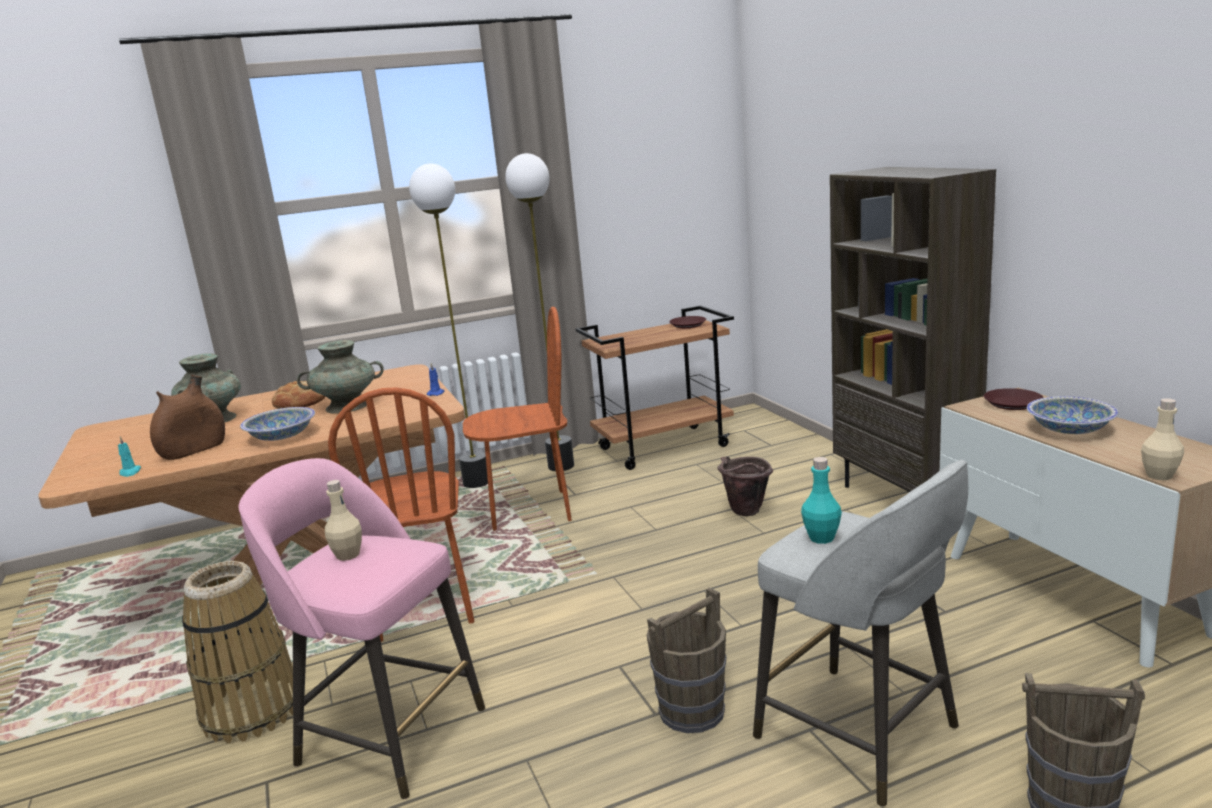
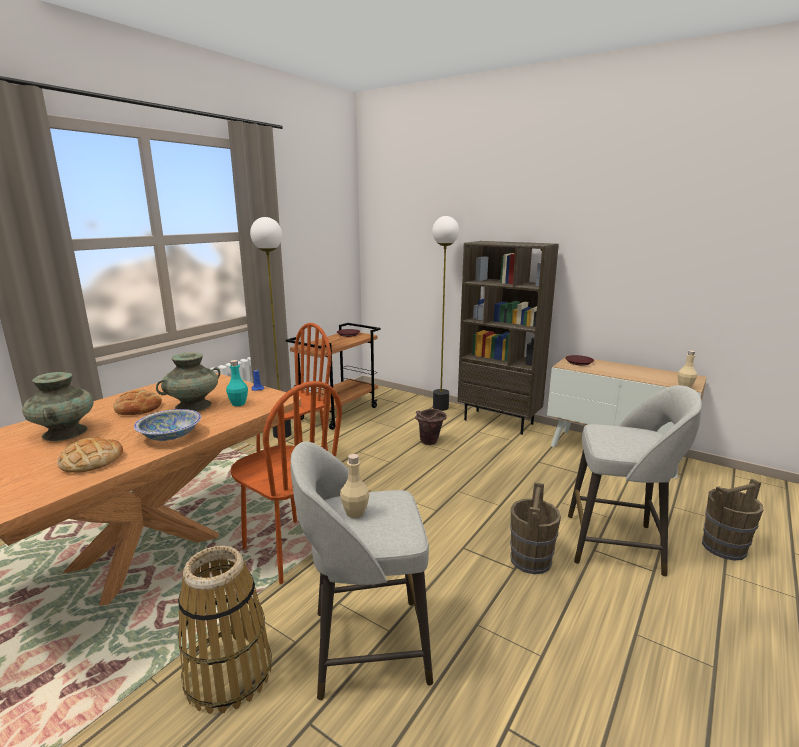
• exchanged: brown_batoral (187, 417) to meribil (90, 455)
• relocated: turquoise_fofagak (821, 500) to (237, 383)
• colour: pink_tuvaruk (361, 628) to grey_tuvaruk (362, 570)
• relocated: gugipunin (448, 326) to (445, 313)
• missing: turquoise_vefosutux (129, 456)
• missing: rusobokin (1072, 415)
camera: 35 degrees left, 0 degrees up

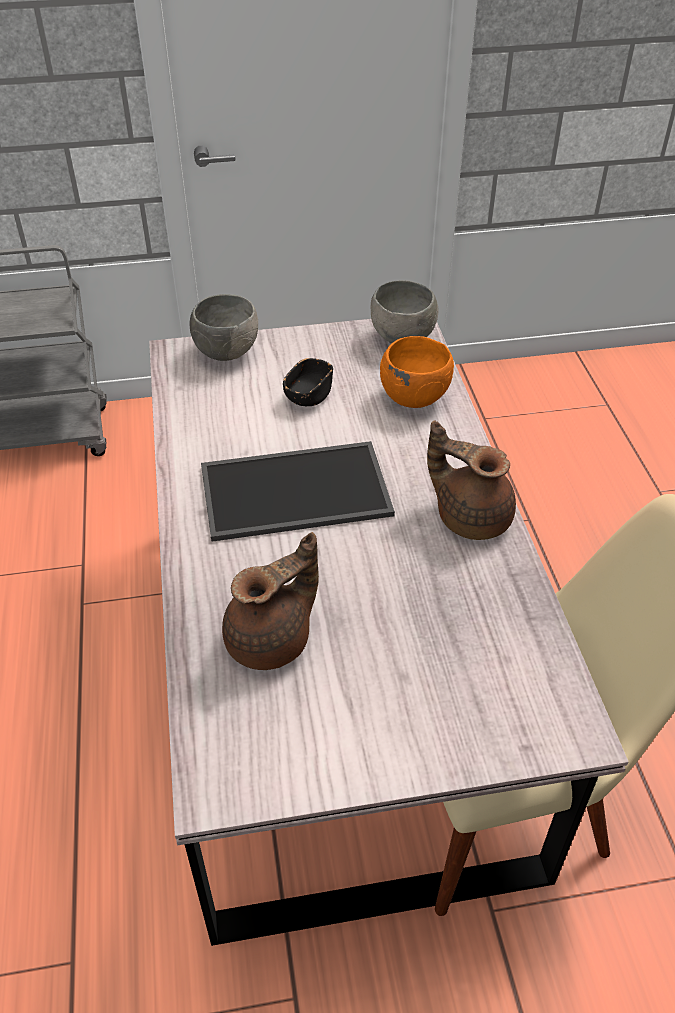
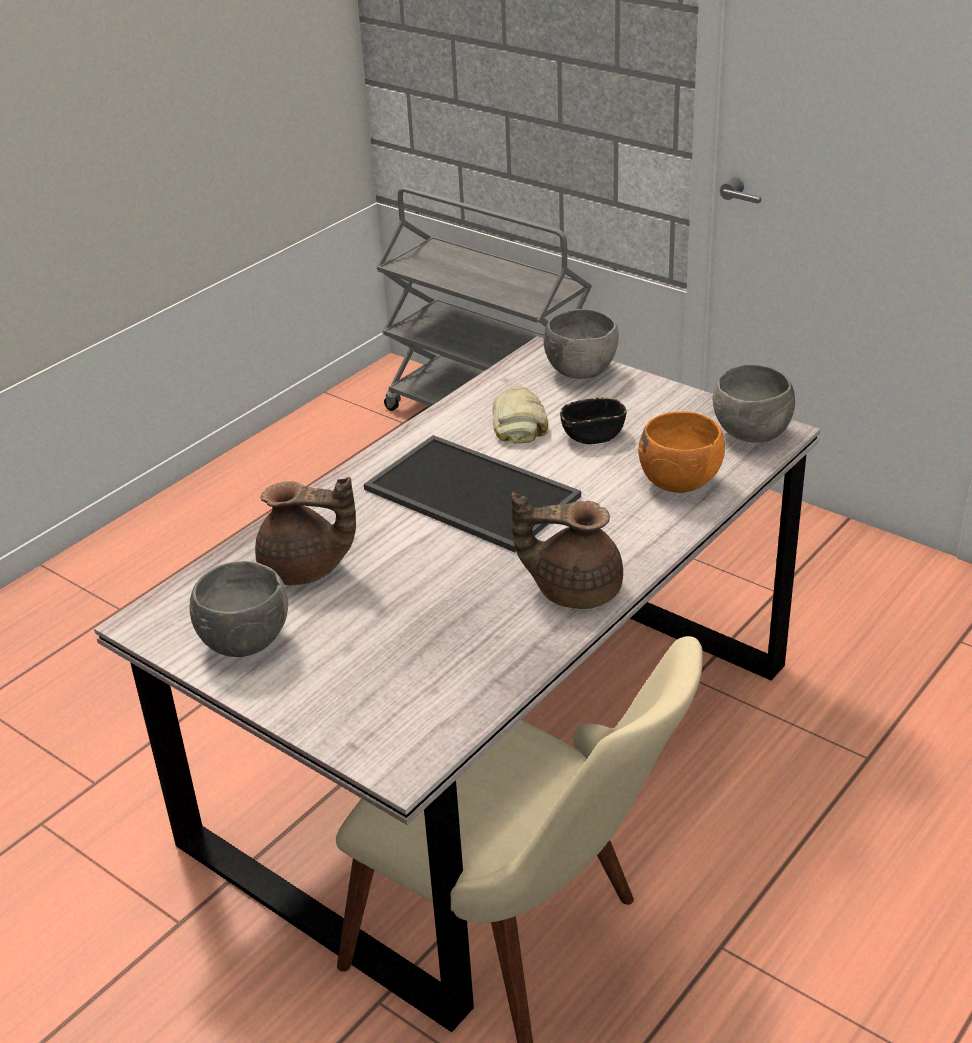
• appeared: grey_rusobokin (239, 609)
• appeared: meribil (520, 415)
• spun: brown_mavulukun (471, 480) = (567, 550) 75 degrees counterclockwise
camera: 50 degrees right, 10 degrees down

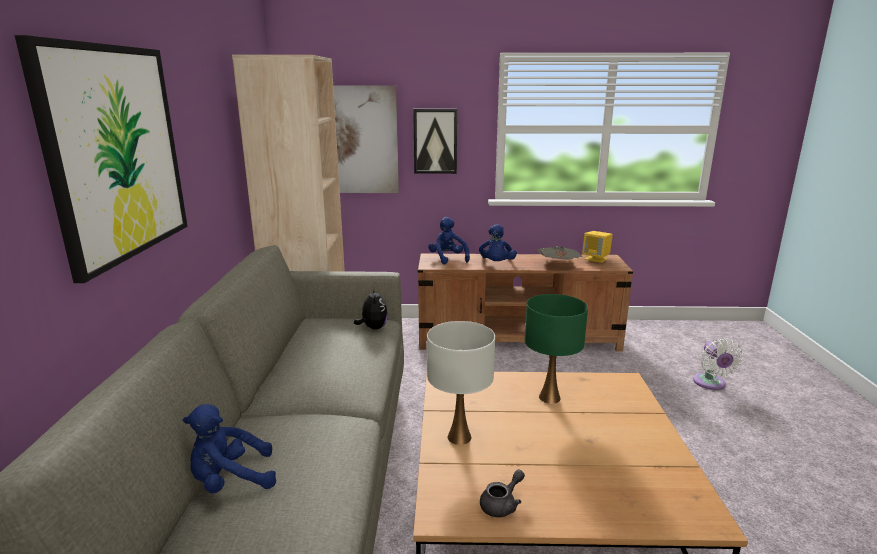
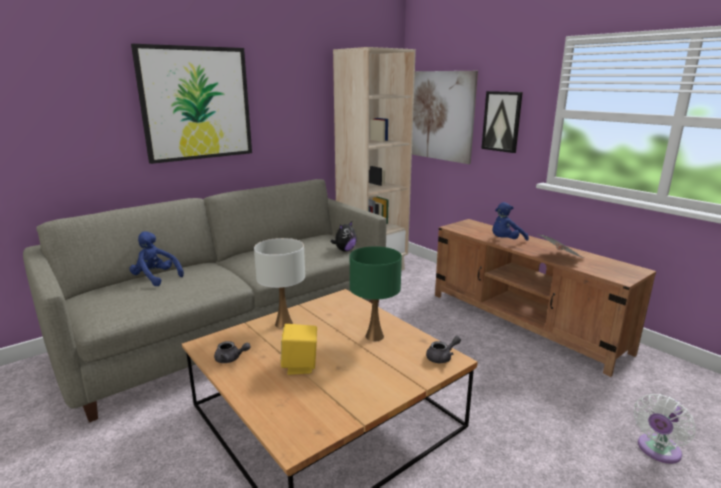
• relocated: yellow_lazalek (597, 247) to (298, 349)
• appeared: grey_mavulukun (443, 349)
• missing: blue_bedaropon (449, 240)
camera: 50 degrees right, 0 degrees up

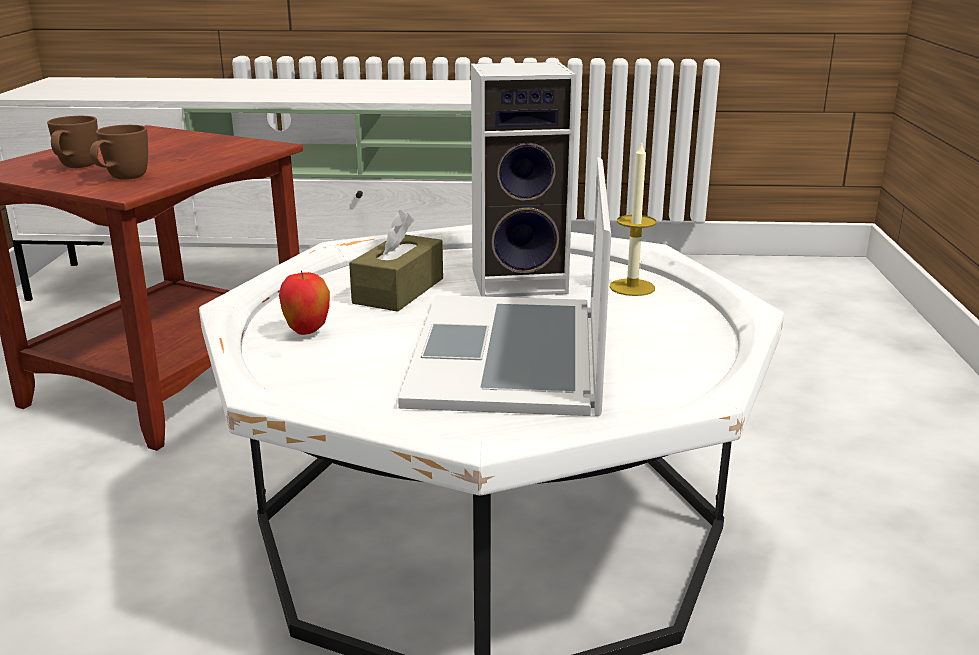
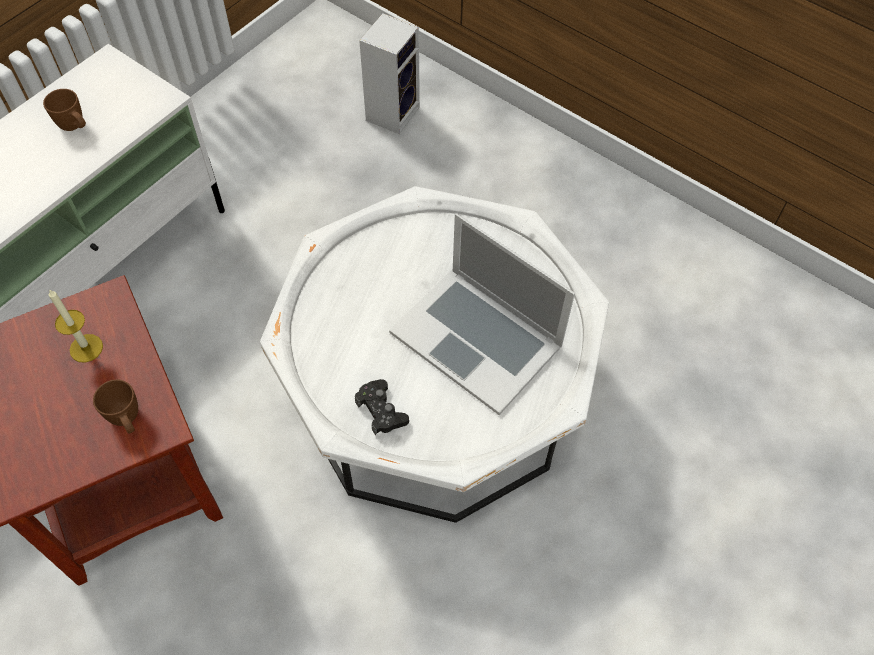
• relocated: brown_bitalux (72, 142) to (64, 110)
• relocated: vefosutux (633, 218) to (76, 326)
• exchanged: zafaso (304, 303) to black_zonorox (382, 407)
• relocated: lazalek (523, 179) to (389, 73)
• missing: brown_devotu (396, 261)
camera: 55 degrees left, 35 degrees up

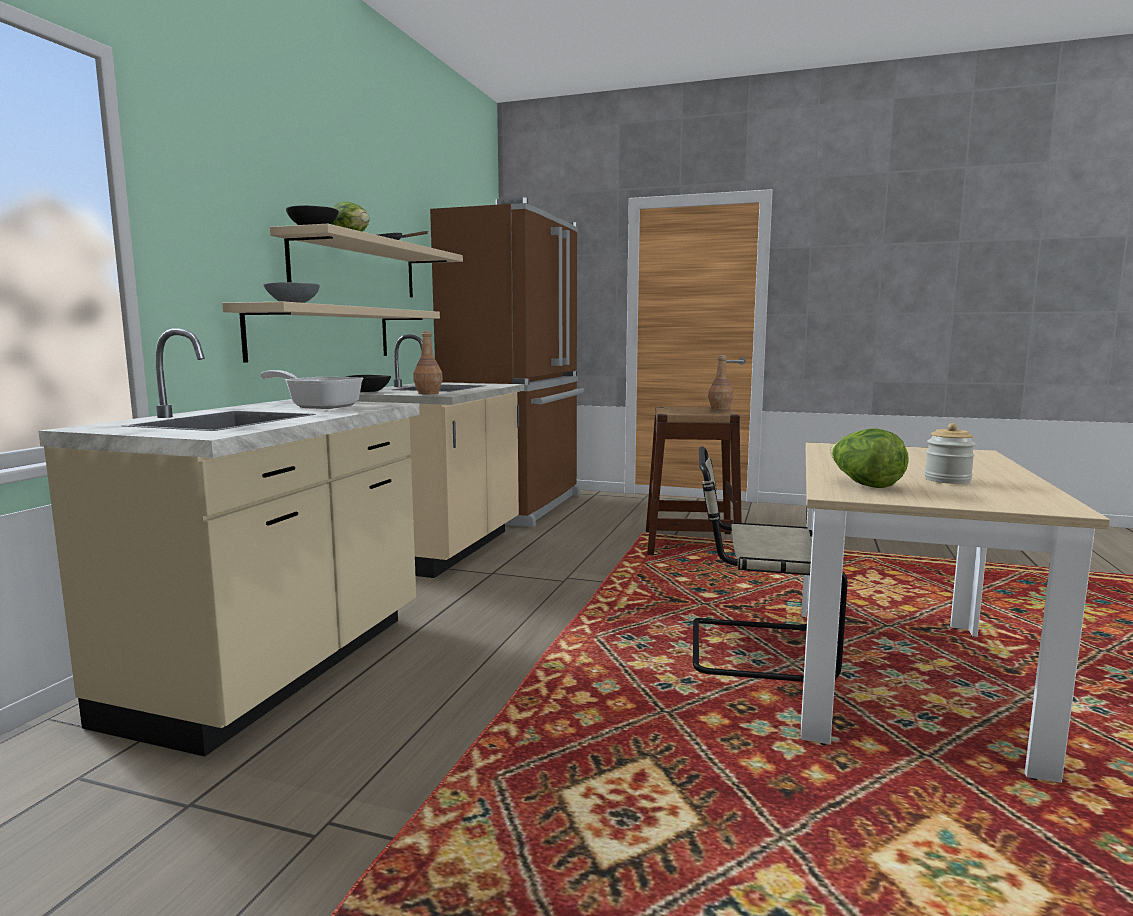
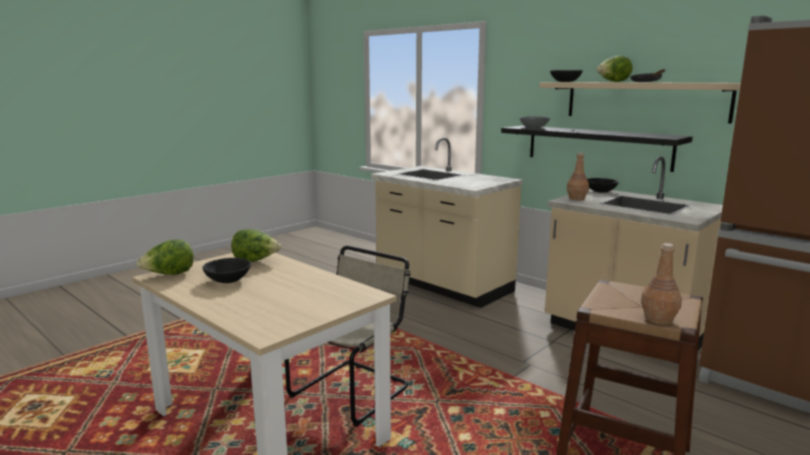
• appeared: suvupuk (165, 257)
• exchanged: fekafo (949, 453) to black_rusobokin (227, 270)
• colour: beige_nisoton (331, 332) to black_nisoton (597, 149)
• missing: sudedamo (311, 389)
camera: 115 degrees right, 5 degrees up

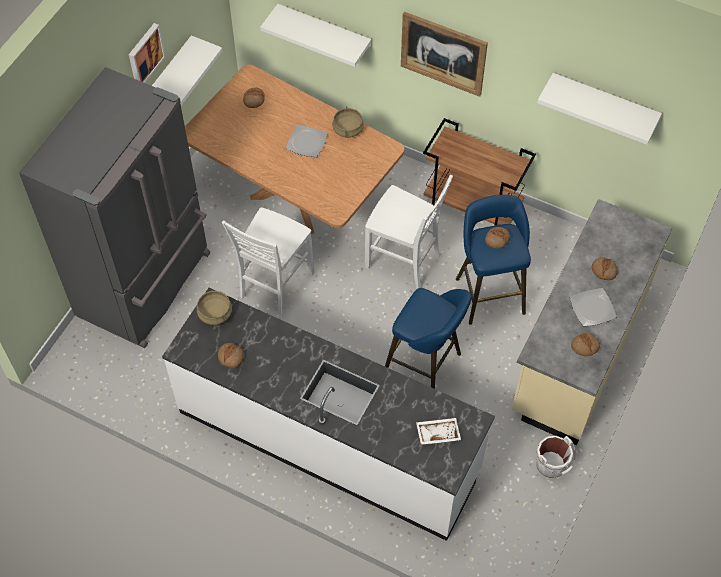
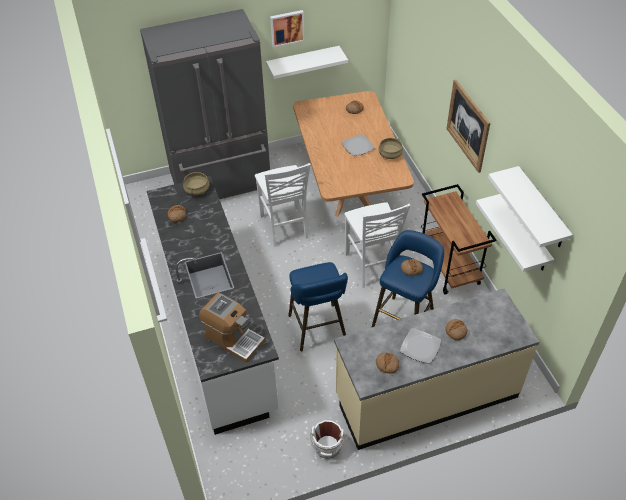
• exchanged: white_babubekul (438, 431) to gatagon (232, 328)
• spun: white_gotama (268, 261) = (283, 205) 90 degrees counterclockwise
• relocated: white_nisoton (315, 35) to (515, 233)
camera: 45 degrees right, 10 degrees down

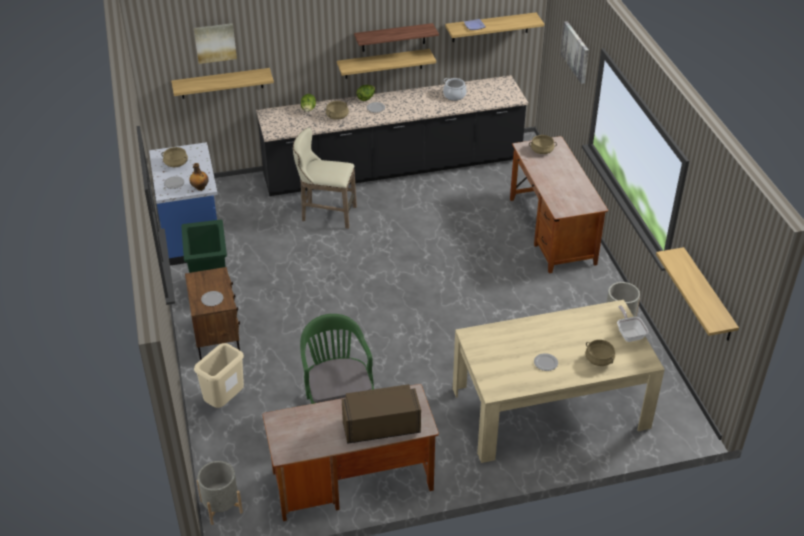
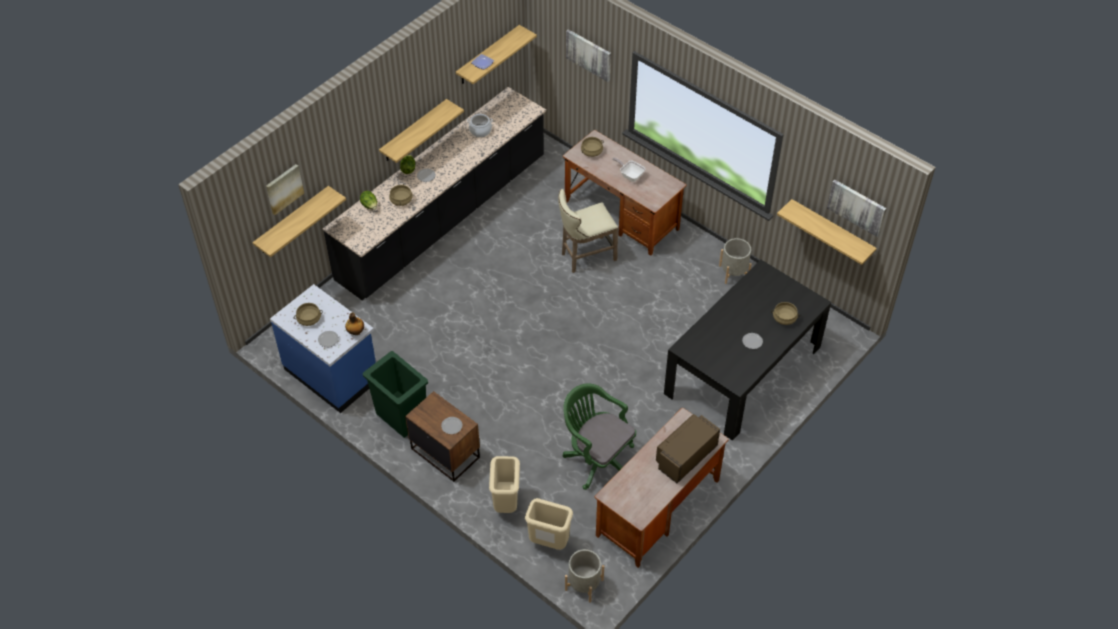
• appeared: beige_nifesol (549, 524)
• relocated: beige_tuvaruk (325, 178) to (588, 231)
• relocated: sudedamo (633, 323) to (628, 170)
• colour: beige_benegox (559, 381) to black_benegox (747, 350)
• appeared: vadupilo (857, 208)
• missing: nisoton (396, 37)
camera: 35 degrees left, 10 degrees up

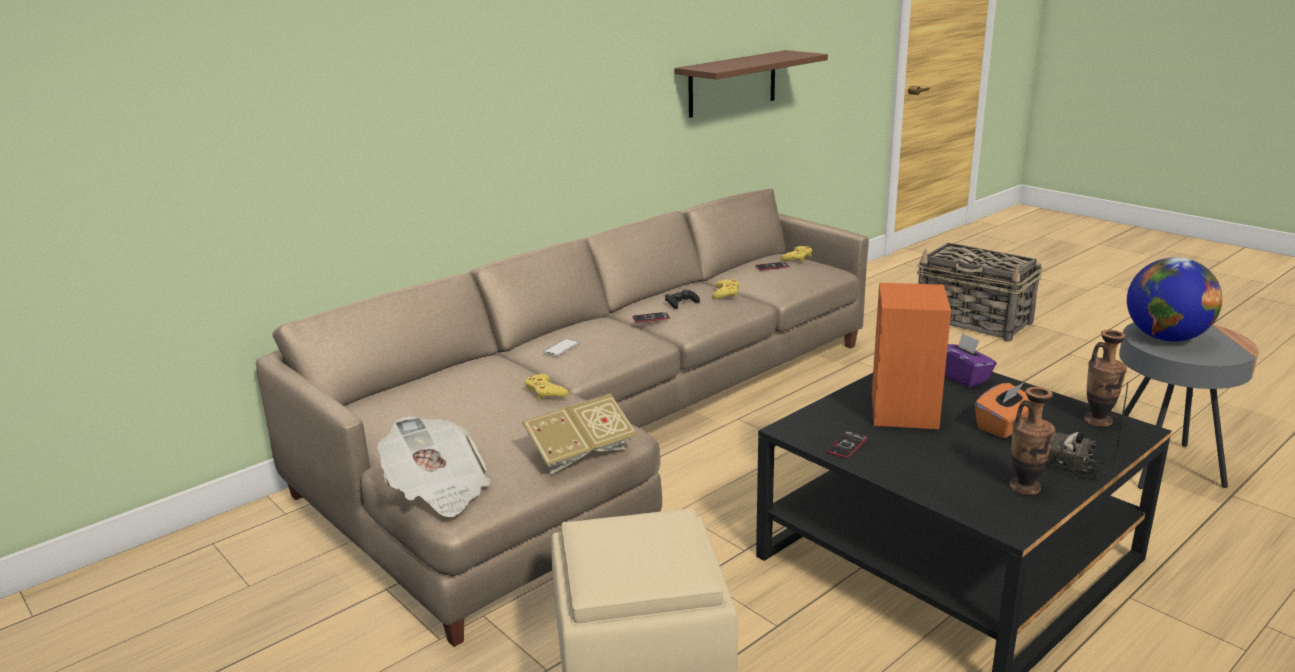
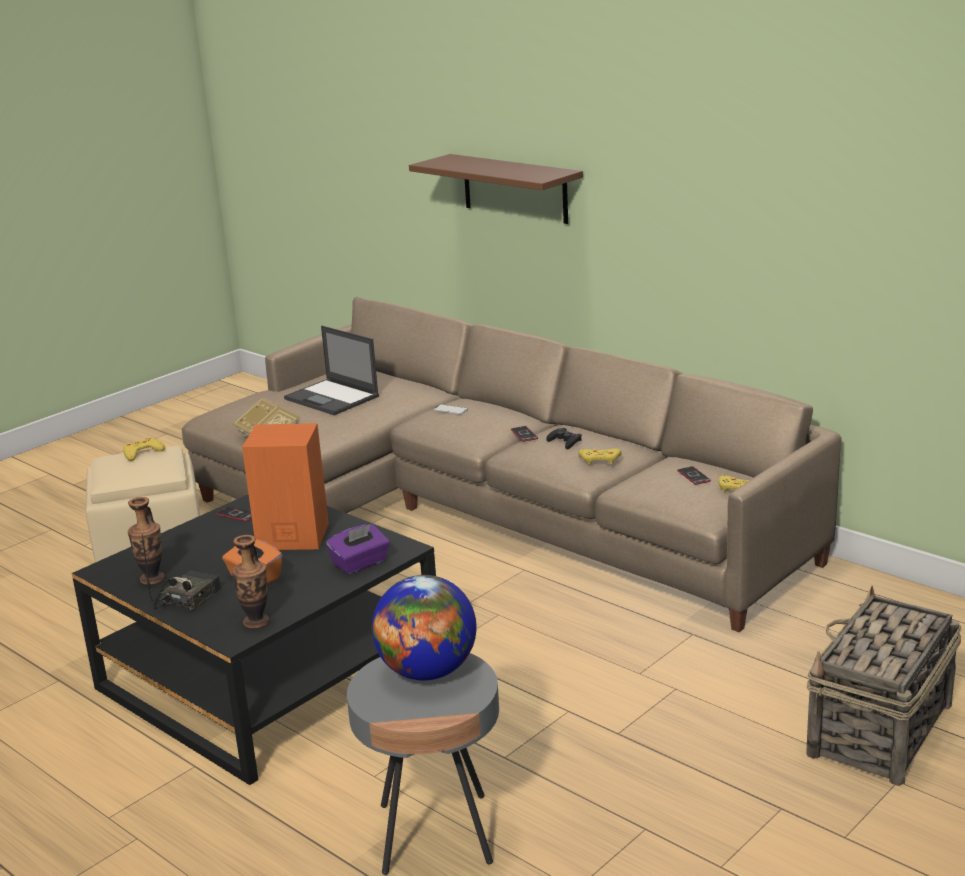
• relocated: yellow_zonorox (547, 387) to (144, 449)
• appeared: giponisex (331, 370)
• relocated: brown_nisoton (751, 84) to (496, 189)
• missing: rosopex (434, 466)
camera: 85 degrees right, 0 degrees up

